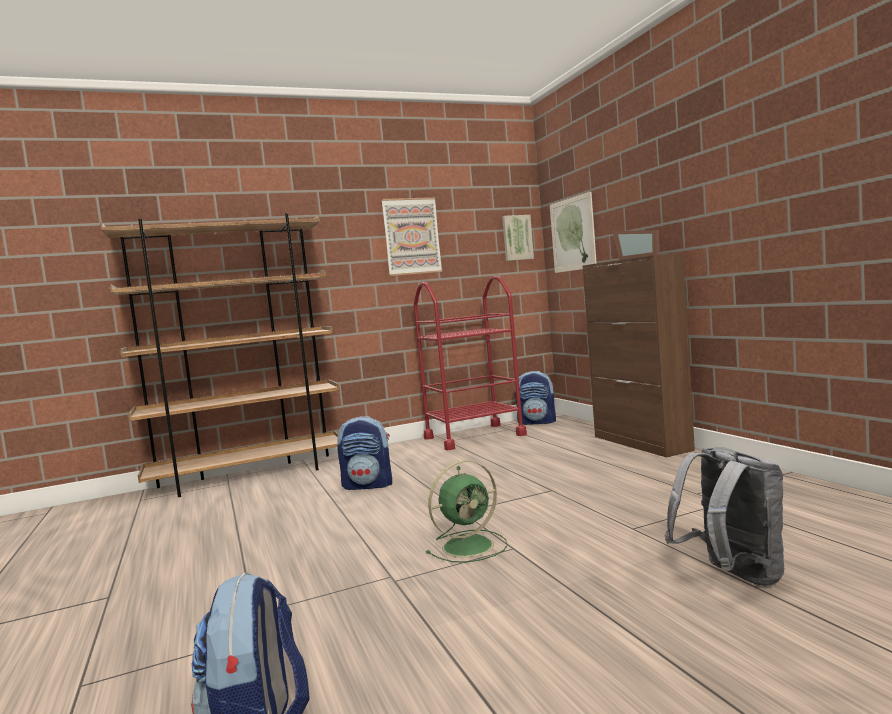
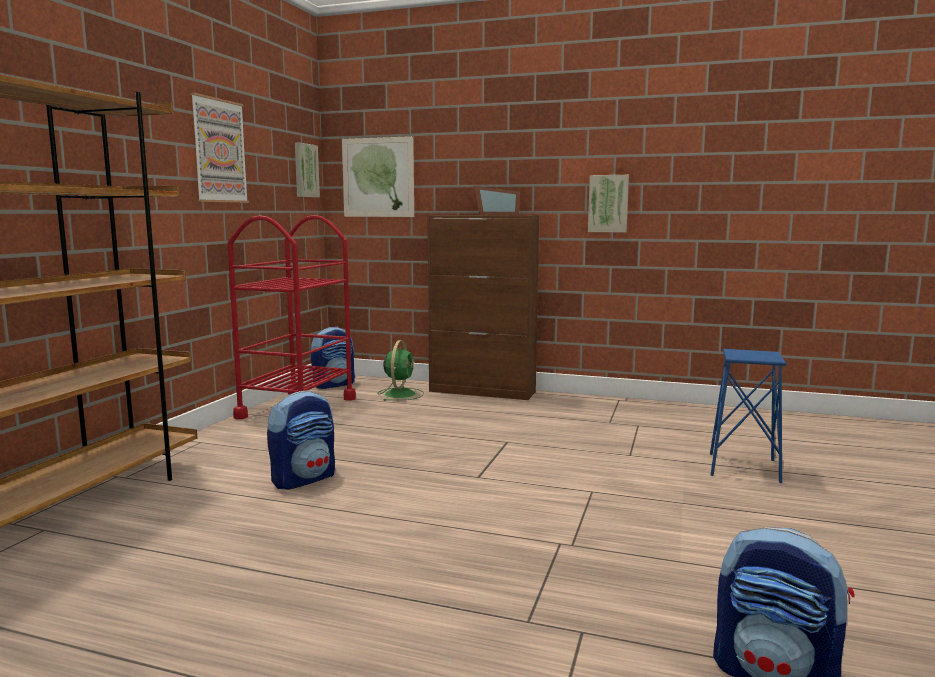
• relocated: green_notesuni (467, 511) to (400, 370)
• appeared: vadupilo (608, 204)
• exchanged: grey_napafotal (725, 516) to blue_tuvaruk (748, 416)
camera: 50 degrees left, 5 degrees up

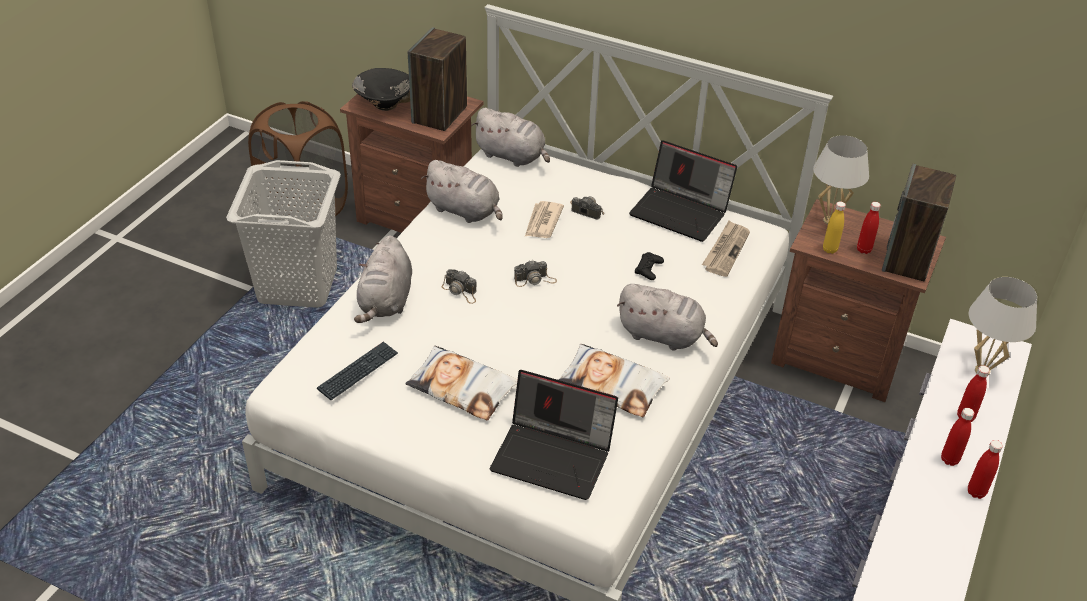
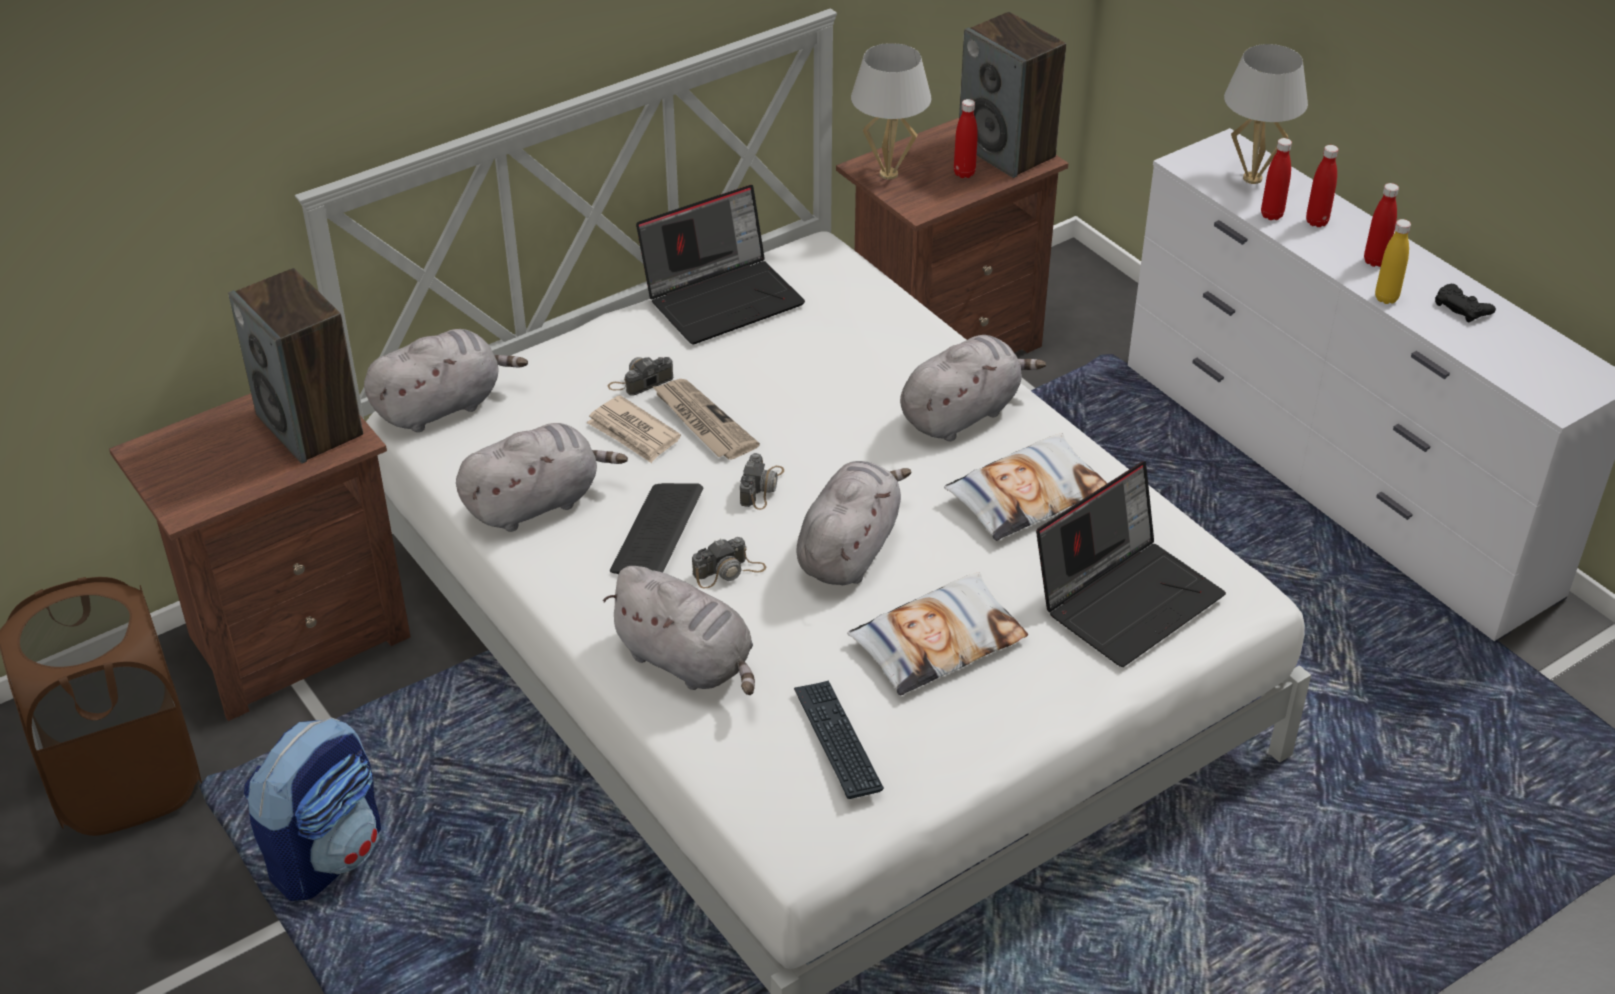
• exchanged: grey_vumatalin (283, 234) to napafotal (312, 809)
• appeared: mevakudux (656, 528)
• relocated: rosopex (726, 248) to (706, 419)
• appeared: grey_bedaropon (854, 523)
• relocated: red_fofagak (985, 469) to (1276, 179)
• relocated: yellow_fofagak (834, 227) to (1393, 261)
• relocated: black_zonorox (649, 266) to (1465, 303)
• missing: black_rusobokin (381, 89)
camera: 60 degrees left, 0 degrees up

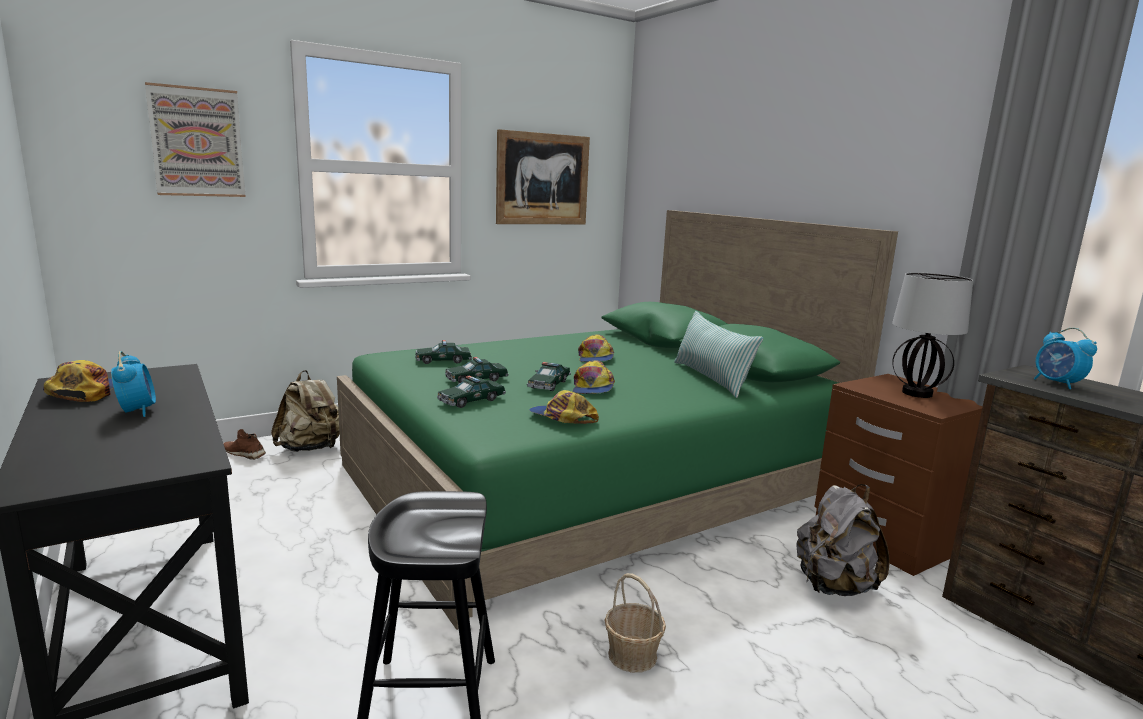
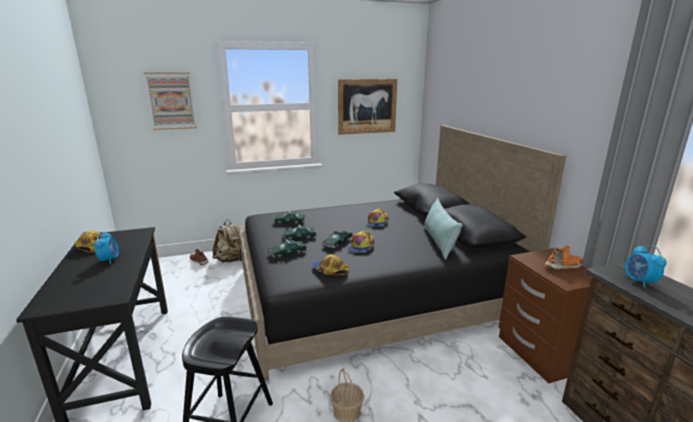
• colour: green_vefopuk (617, 420) to black_vefopuk (402, 253)
• exchanged: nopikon (932, 335) to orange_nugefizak (563, 257)
• missing: grey_napafotal (843, 540)
camera: 15 degrees right, 5 degrees up

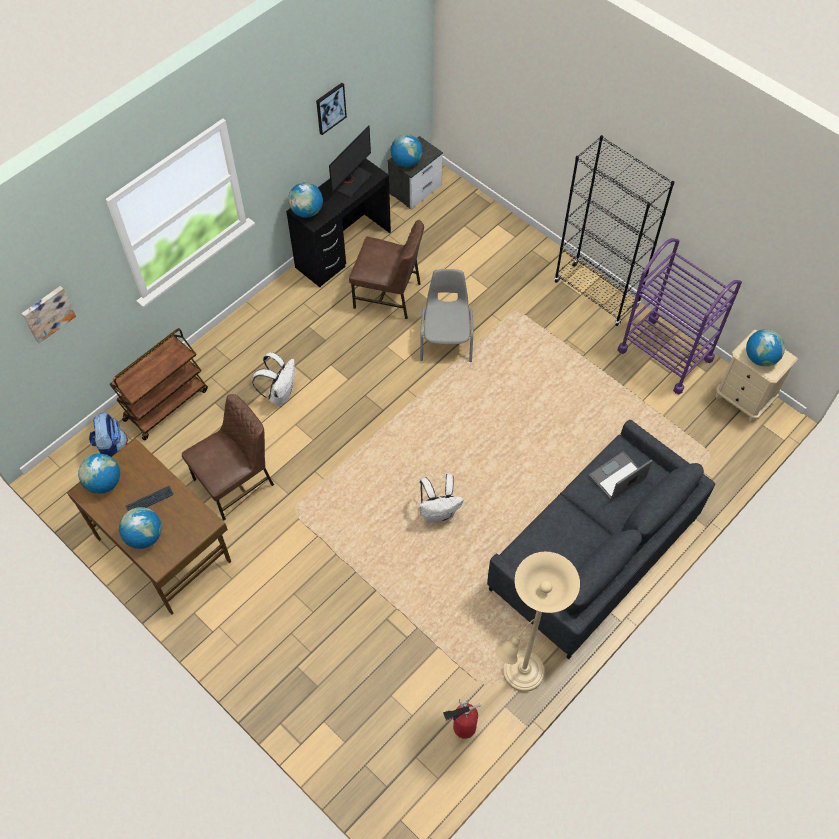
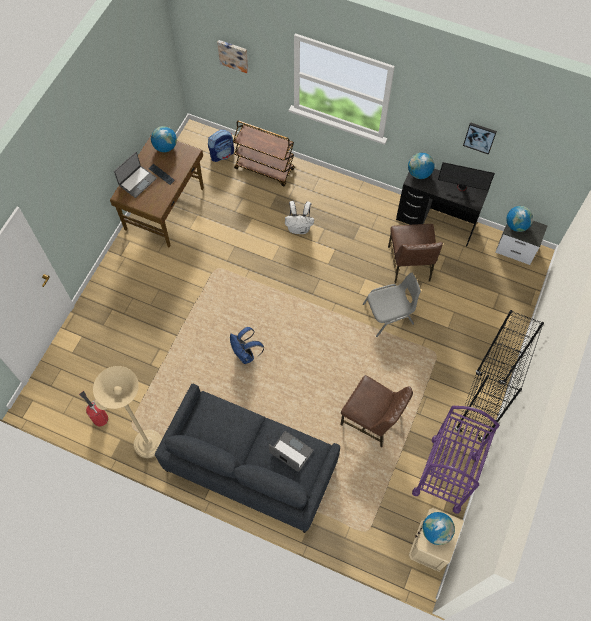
• exchanged: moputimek (140, 528) to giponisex (135, 175)
• colour: white_napafotal (441, 498) to blue_napafotal (247, 345)
• relocated: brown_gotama (228, 457) to (376, 411)
camera: 70 degrees right, 5 degrees up

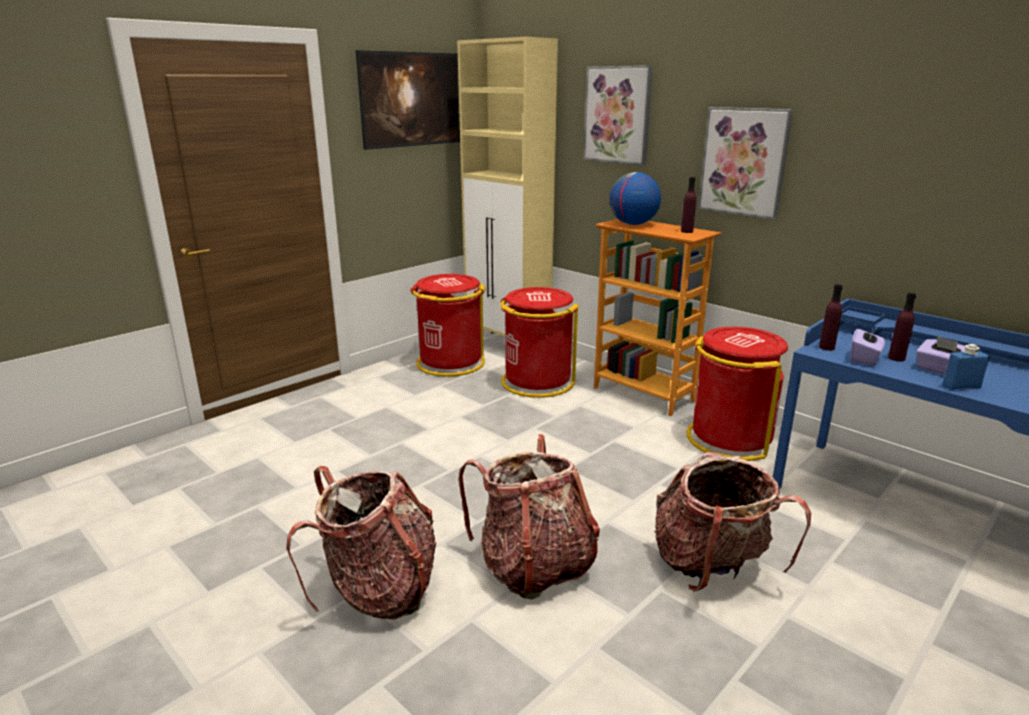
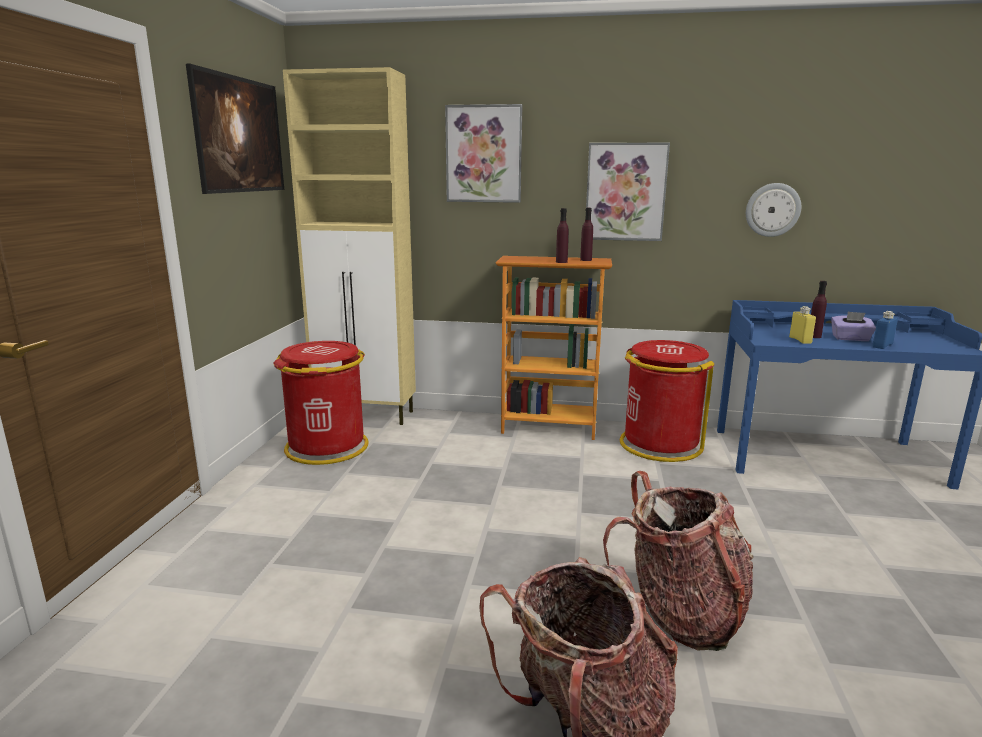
• relocated: purple_fofagak (831, 317) to (562, 235)
• appeared: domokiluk (773, 210)
• exchanged: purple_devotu (868, 346) to yellow_fofagak (802, 325)
• missing: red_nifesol (539, 342)
• missing: moputimek (635, 198)
• missing: napafotal (732, 522)
camera: 35 degrees left, 5 degrees down

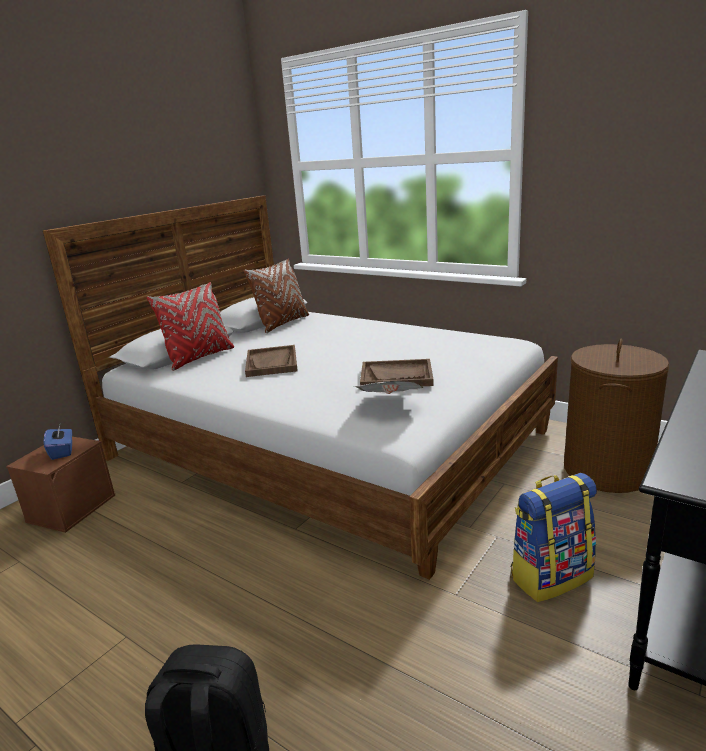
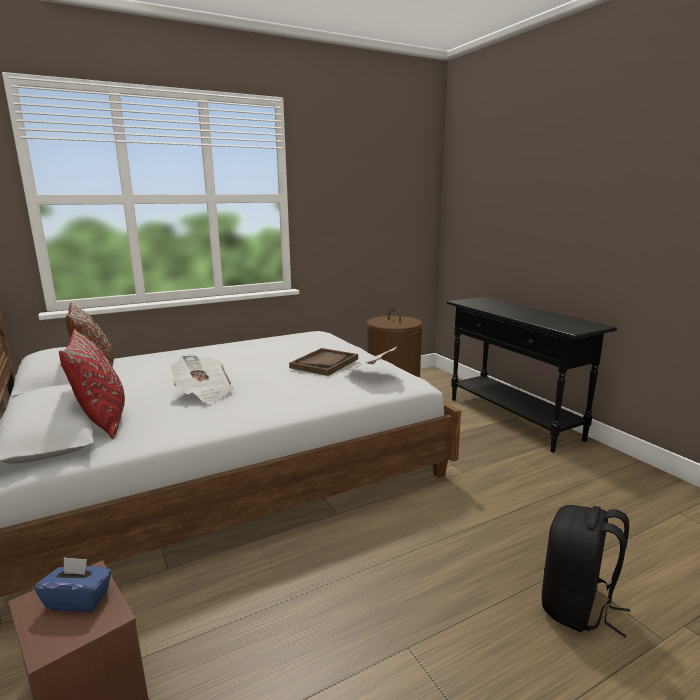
• exchanged: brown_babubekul (271, 361) to rosopex (202, 379)
• missing: napafotal (554, 537)
camera: 65 degrees left, 5 degrees down

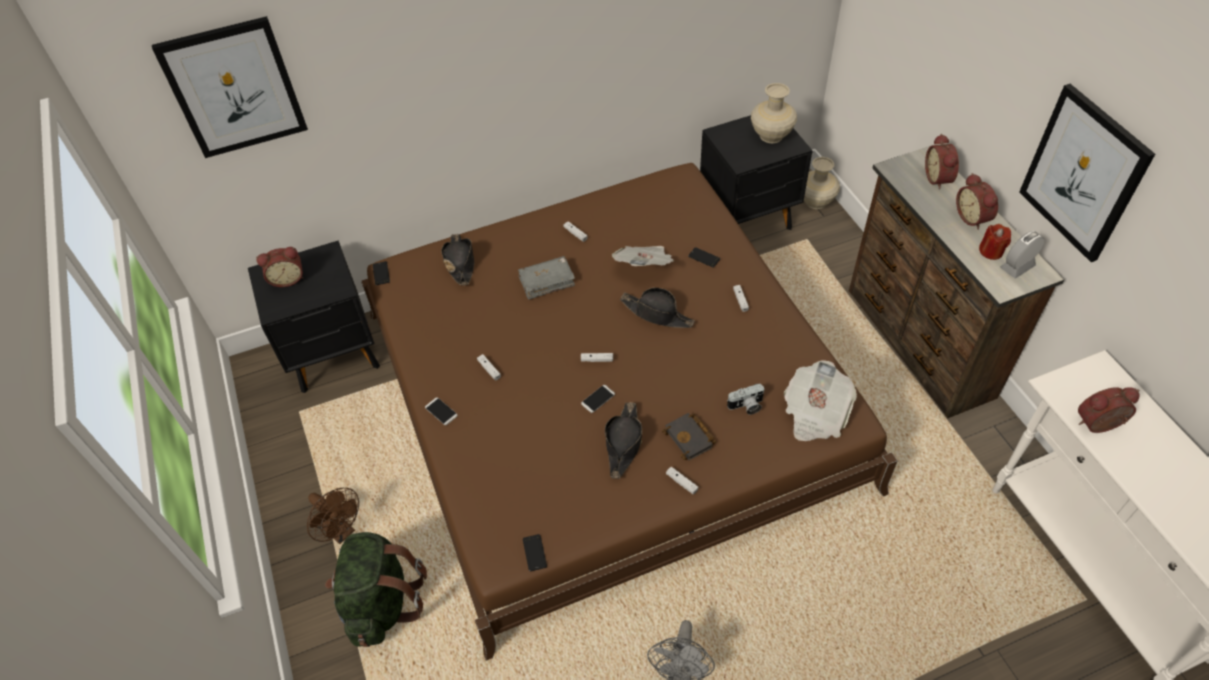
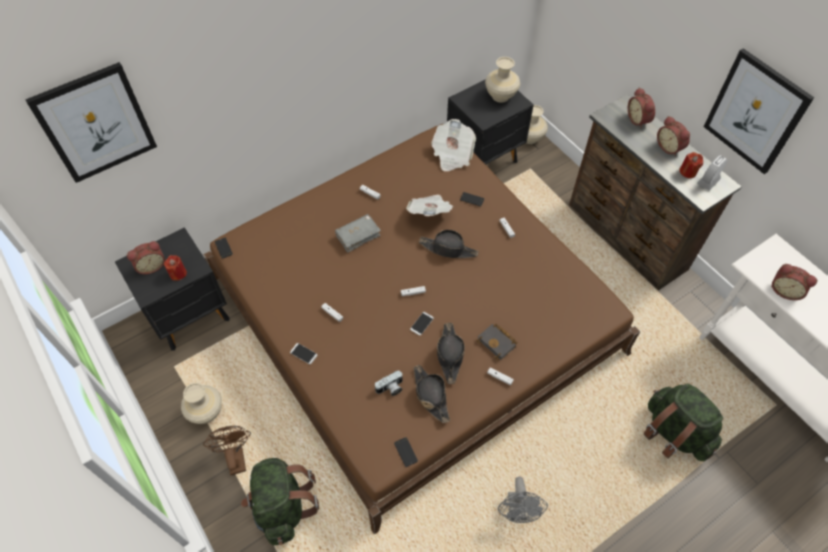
• appeared: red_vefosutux (175, 268)
• appeared: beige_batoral (201, 403)
• spun: brown_notesuni (333, 516) = (227, 450) 135 degrees counterclockwise
• relocated: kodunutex (745, 399) to (388, 383)
• relocated: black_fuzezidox (457, 259) to (432, 394)
• relocated: rosopex (820, 400) to (453, 145)
• appeared: green_napafotal (683, 422)
• spun: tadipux (1109, 410) = (794, 282) 120 degrees counterclockwise
camera: 15 degrees left, 5 degrees up

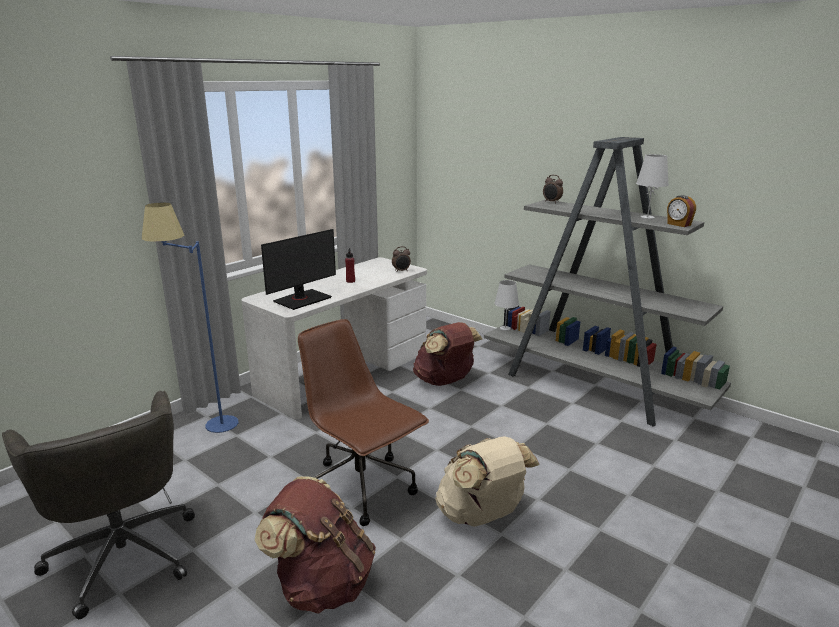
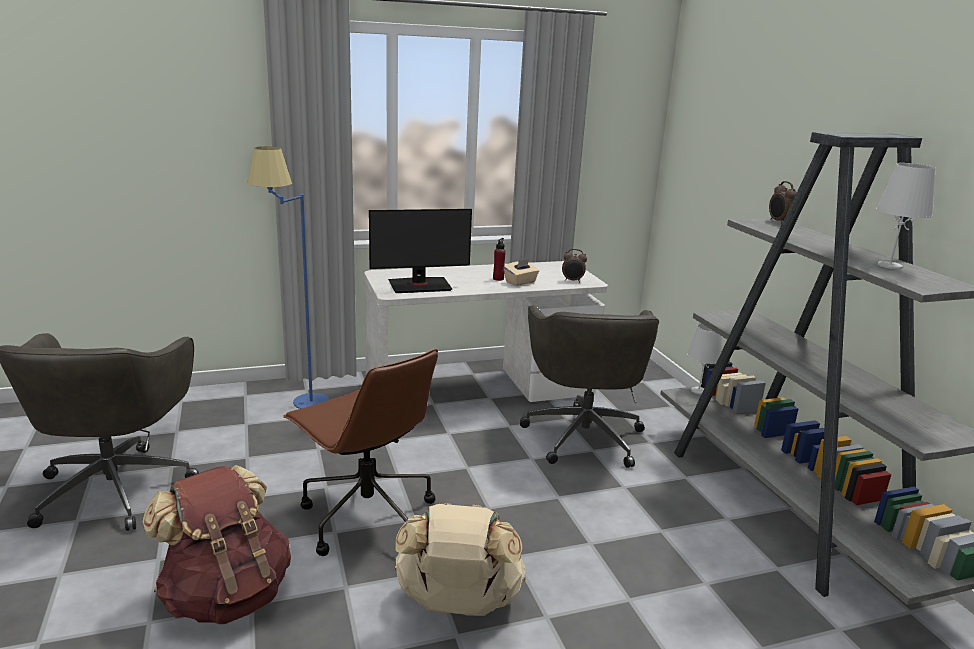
• spun: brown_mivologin (363, 422) = (360, 452) 150 degrees clockwise
• appeared: beige_devotu (521, 272)
• exchanged: brown_napafotal (448, 354) to grey_mivologin (589, 387)
• missing: tadipux (681, 211)
camera: 30 degrees right, 0 degrees up

